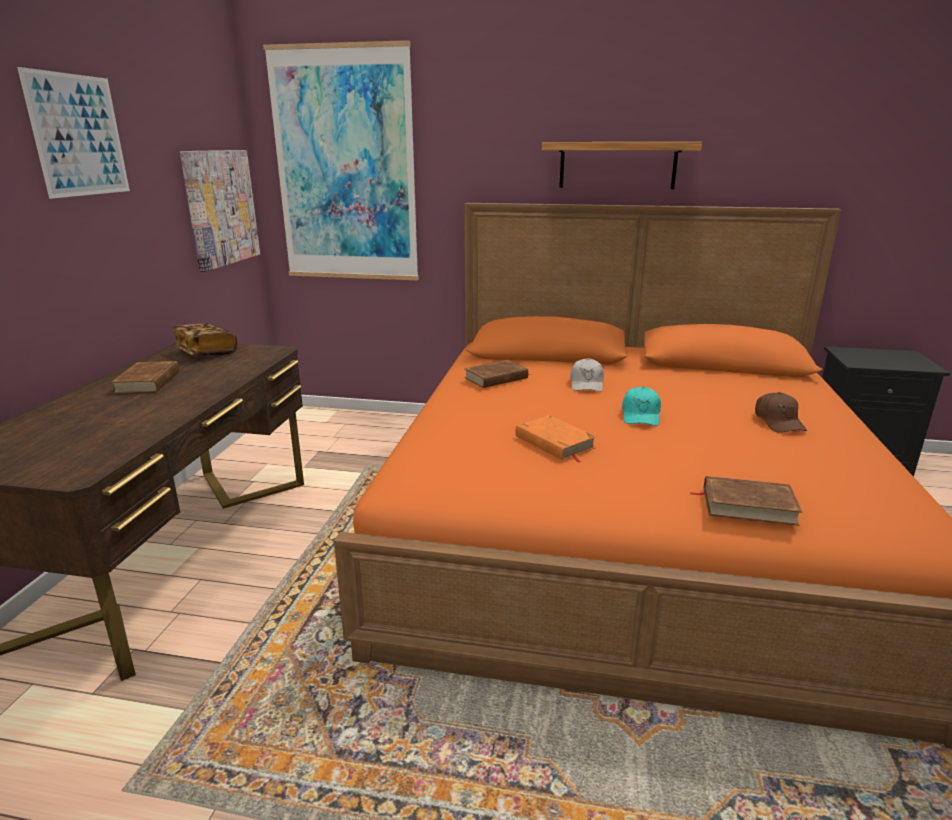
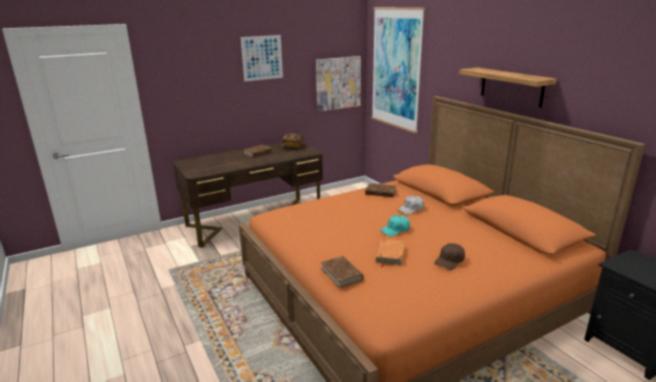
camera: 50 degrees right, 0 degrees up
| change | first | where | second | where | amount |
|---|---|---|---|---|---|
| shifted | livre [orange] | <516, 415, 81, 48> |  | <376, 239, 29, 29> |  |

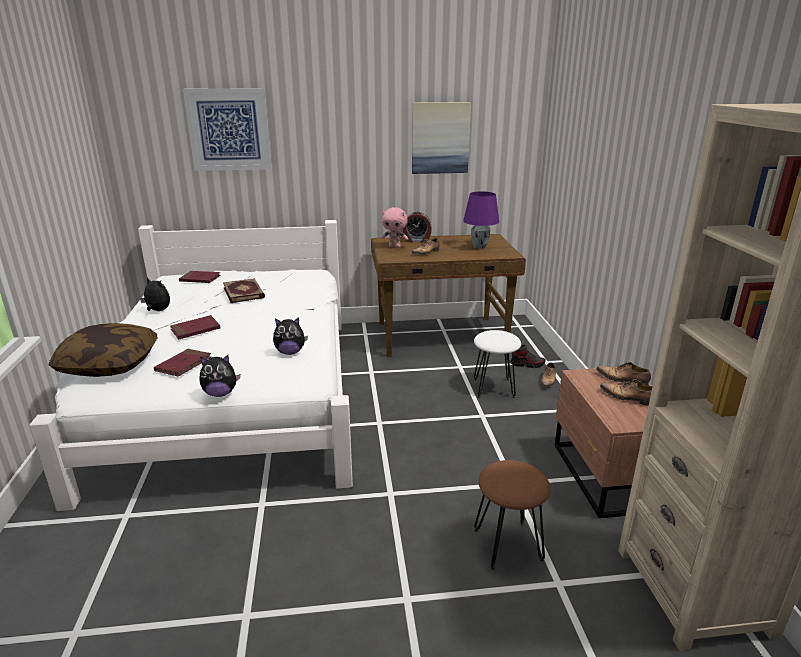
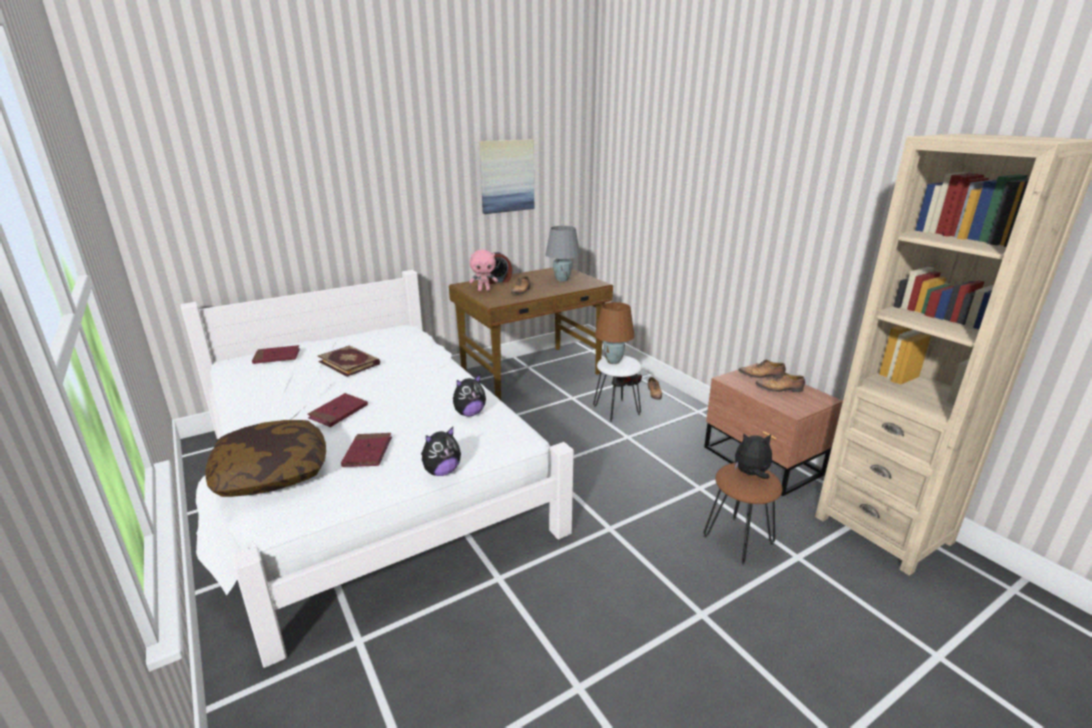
camera: 25 degrees left, 0 degrees up
| change | first | where | second | where | amount |
|---|---|---|---|---|---|
| gone | tableau | <183, 88, 89, 83> |  |  |  |
| new |  |  | lampe de table [marron] | <595, 302, 40, 62> |  |
| shifted | peluche | <140, 277, 30, 34> |  | <735, 433, 37, 46> |  |
| repainted | lampe de table [violet] | <463, 191, 36, 58> | lampe de table [gris] | <545, 226, 35, 55> |  |

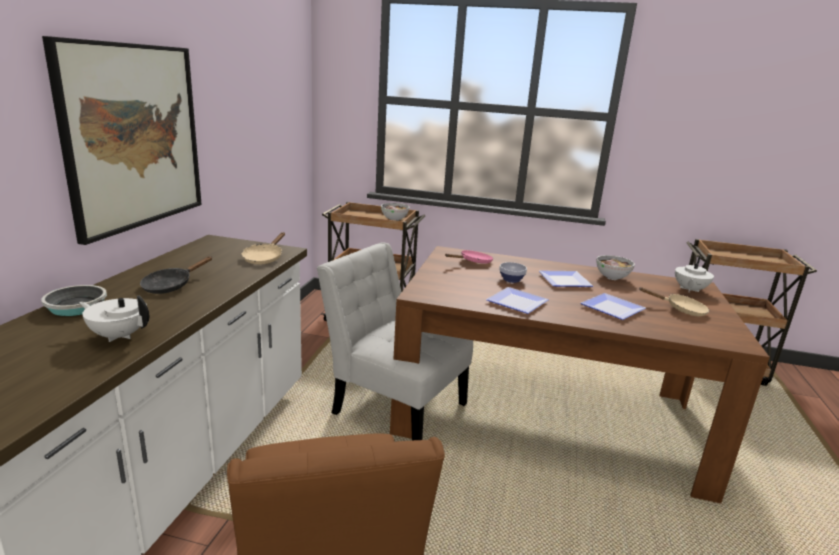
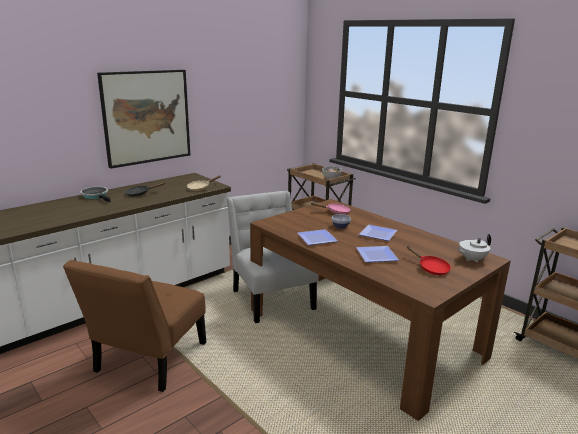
camera: 35 degrees right, 0 degrees up
| change | first | where | second | where | amount |
|---|---|---|---|---|---|
| gone | théière [blanc] | <79, 295, 70, 47> |  |  |  |
| gone | bol | <596, 255, 39, 25> |  |  |  |
| repainted | poêle [beige] | <639, 287, 70, 29> | poêle [rouge] | <407, 246, 44, 29> |  |

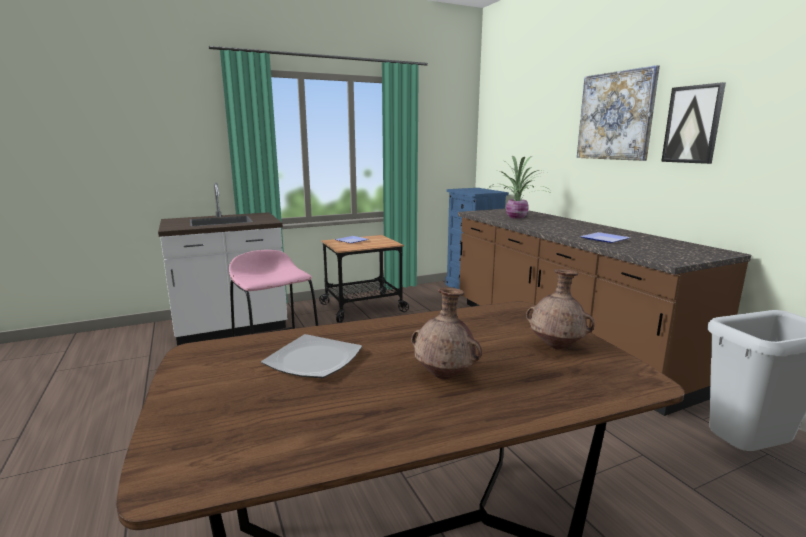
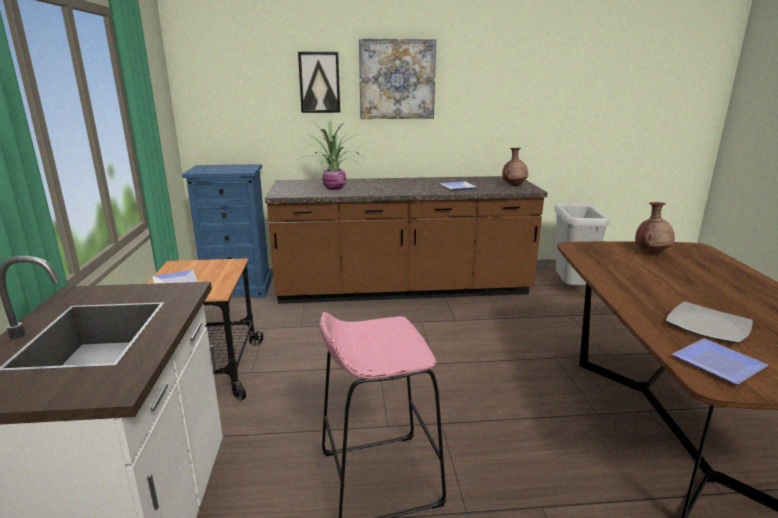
camera: 70 degrees left, 5 degrees up
| change | first | where | second | where | amount |
|---|---|---|---|---|---|
| new |  |  | assiette | <672, 338, 97, 47> |  |
| shifted | vase [marron] | <411, 288, 71, 91> |  | <502, 148, 26, 38> |  |
| shifted | tableau | <661, 82, 65, 82> |  | <298, 52, 42, 61> |  |

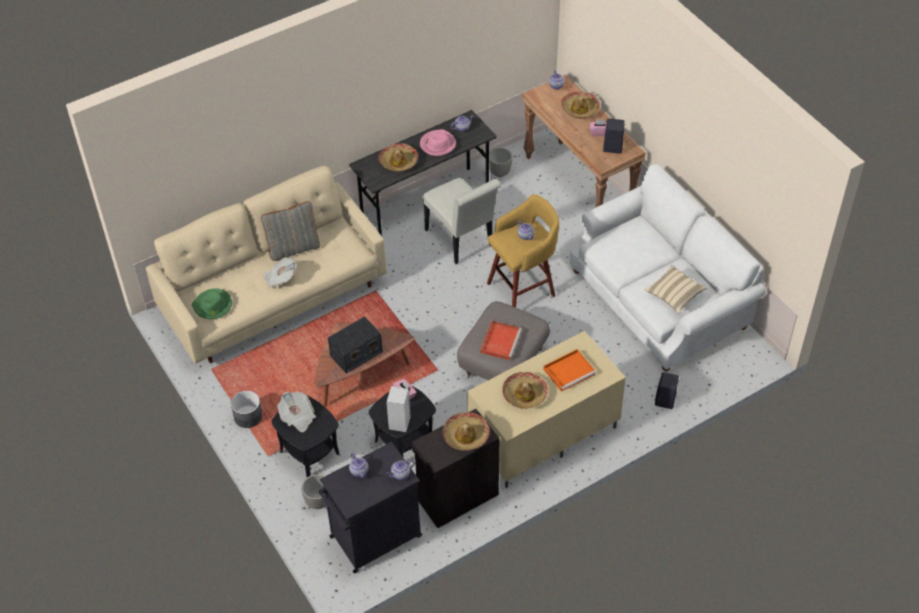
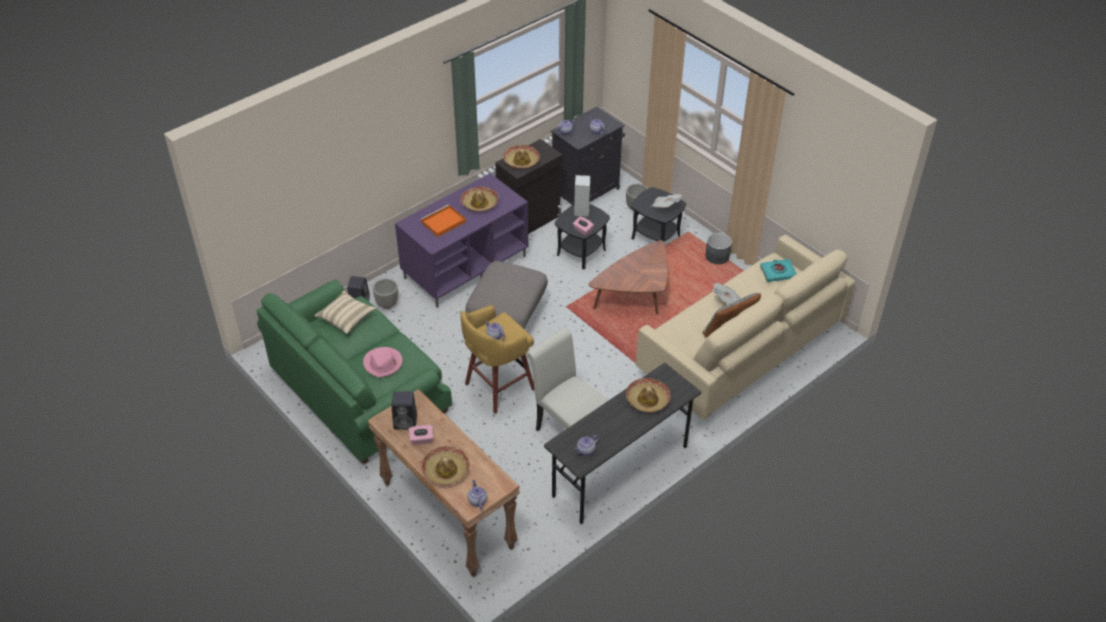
camera: 170 degrees right, 5 degrees down
| change | first | where | second | where | amount |
|---|---|---|---|---|---|
| gone | radio | <328, 316, 55, 57> |  |  |  |
| gone | plateau [rouge] | <480, 321, 42, 39> |  |  |  |
| shifted | chapeau [rose] | <420, 129, 36, 27> |  | <363, 347, 40, 31> |  |
| shifted | cache-pot | <489, 148, 23, 29> |  | <373, 279, 25, 30> |  |
| swapped | chapeau [vert] | <192, 288, 40, 31> | livre [turquoise] | <760, 259, 37, 23> |  |
| repainted | meuble télé [beige] | <467, 331, 159, 157> | meuble télé [violet] | <395, 173, 133, 135> |  |
| repainted | canapé [blanc] | <570, 164, 195, 207> | canapé [vert] | <257, 279, 195, 185> |  |

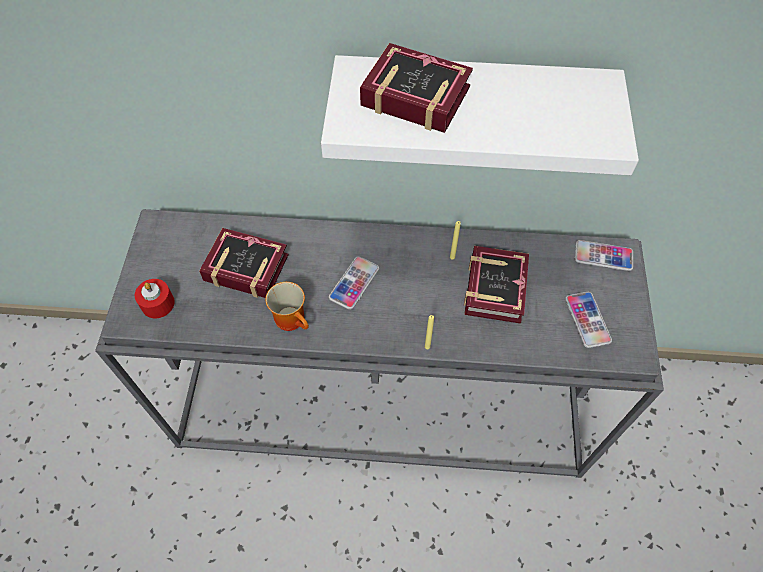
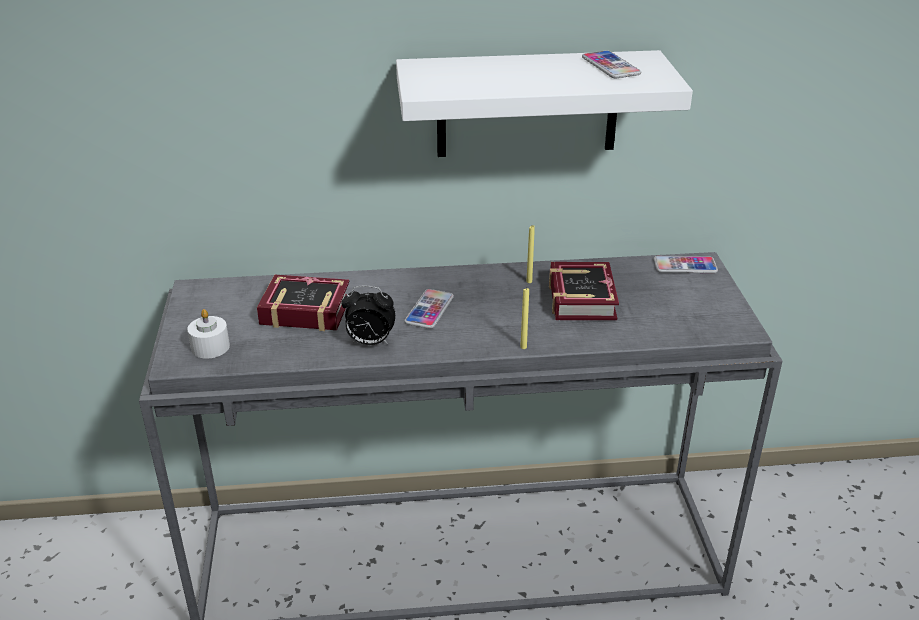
camera: 10 degrees left, 25 degrees down
| change | first | where | second | where | amount |
|---|---|---|---|---|---|
| gone | livre | <360, 43, 113, 90> |  |  |  |
| shifted | téléphone | <565, 292, 47, 56> |  | <582, 50, 59, 28> |  |
| swapped | mug | <266, 282, 43, 49> | réveil | <342, 286, 54, 59> |  |
| repainted | bougie [rouge] | <135, 279, 40, 39> | bougie [blanc] | <187, 309, 43, 50> |  |

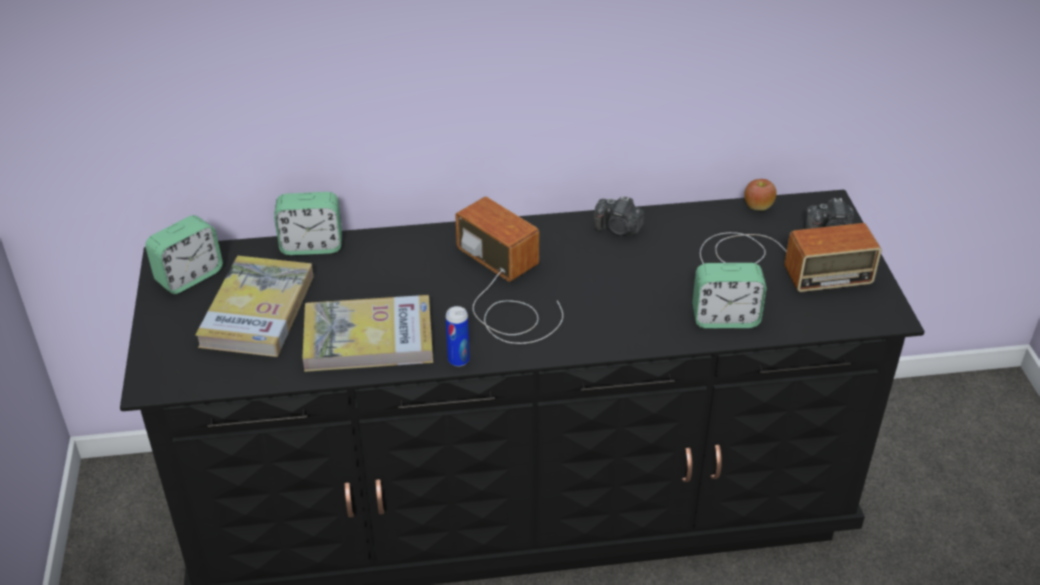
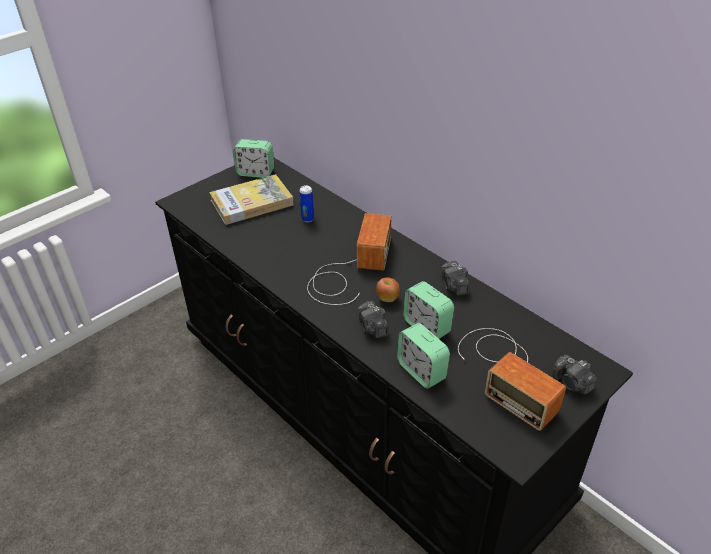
camera: 55 degrees right, 0 degrees up
| change | first | where | second | where | amount |
|---|---|---|---|---|---|
| gone | livre | <302, 295, 131, 77> |  |  |  |
| new |  |  | appareil photo | <357, 301, 32, 37> |  |
| shifted | réveil | <274, 192, 68, 63> |  | <403, 281, 51, 58> |  |
| shifted | boîte métallique | <445, 306, 25, 61> |  | <299, 185, 15, 37> |  |
| shifted | pomme | <744, 179, 33, 32> |  | <376, 277, 24, 25> |  |

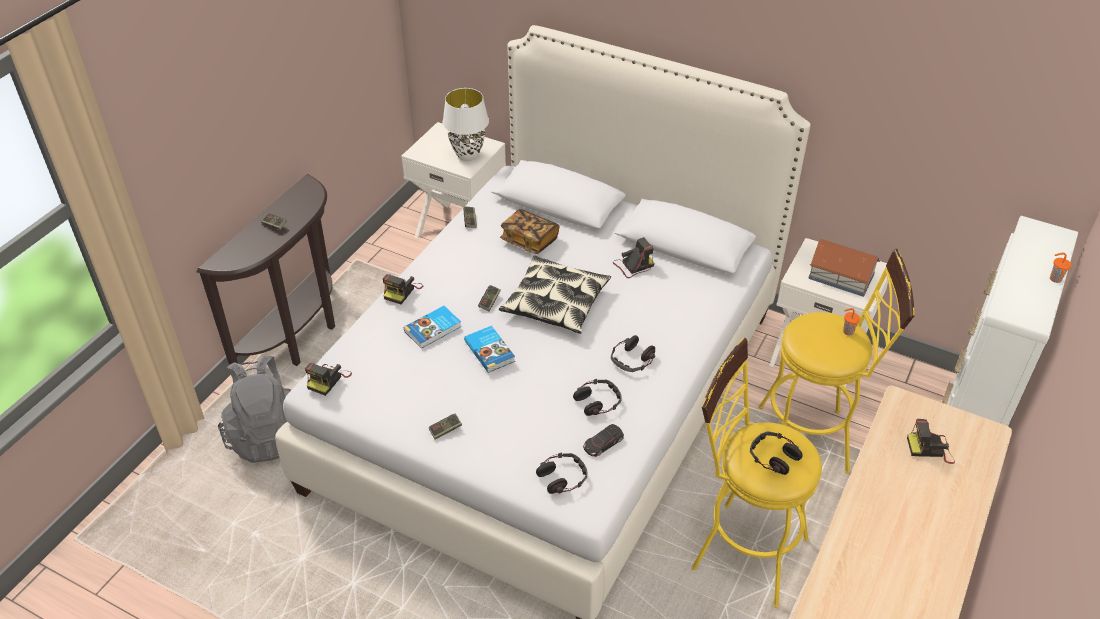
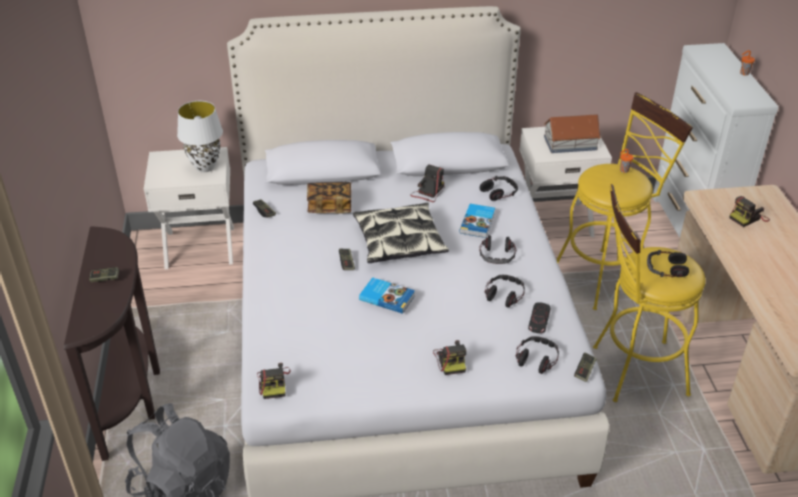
camera: 35 degrees left, 5 degrees down
| change | first | where | second | where | amount |
|---|---|---|---|---|---|
| new |  |  | casque audio | <480, 176, 38, 25> |  |
| shifted | appareil photo | <383, 274, 40, 30> |  | <433, 340, 33, 35> |  |
| shifted | livre | <404, 306, 58, 43> |  | <460, 204, 35, 34> |  |
| shifted | manette | <429, 413, 33, 27> |  | <574, 352, 23, 30> |  |

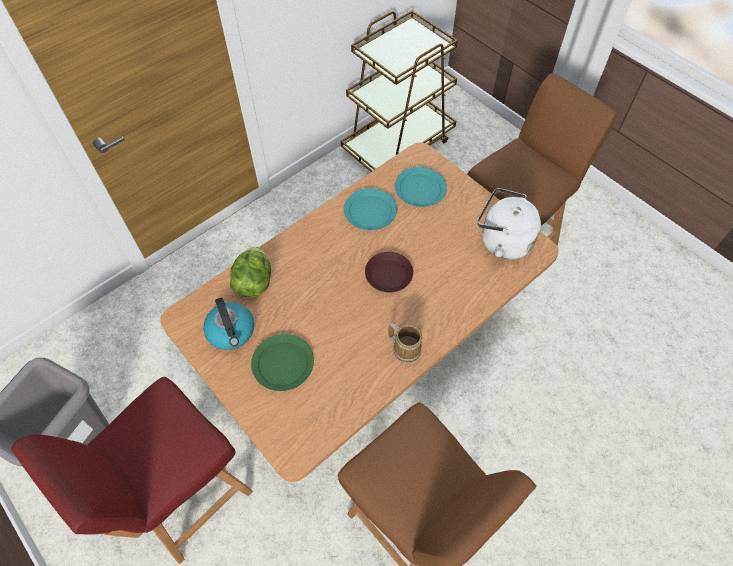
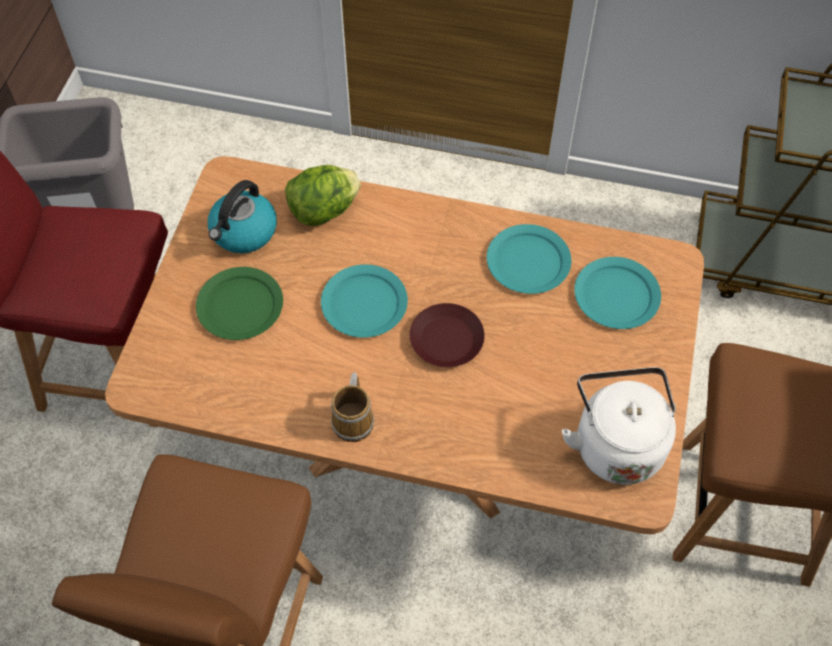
camera: 55 degrees right, 0 degrees up
| change | first | where | second | where | amount |
|---|---|---|---|---|---|
| new |  |  | assiette [turquoise] | <321, 264, 87, 74> |  |

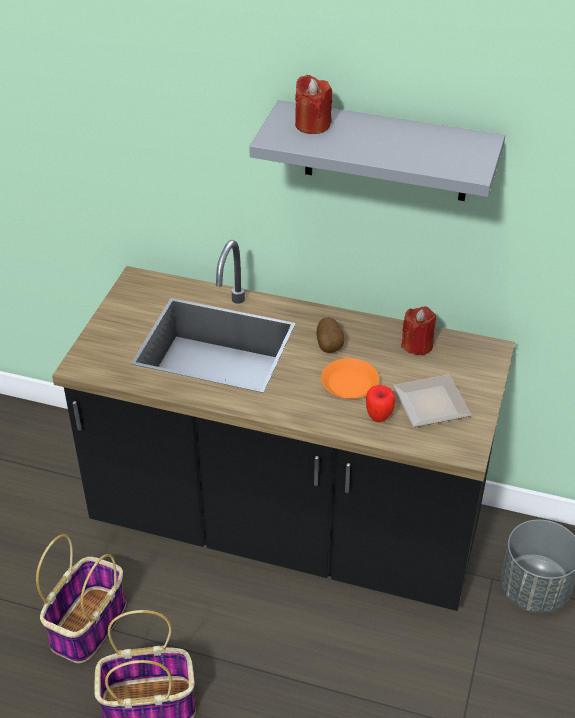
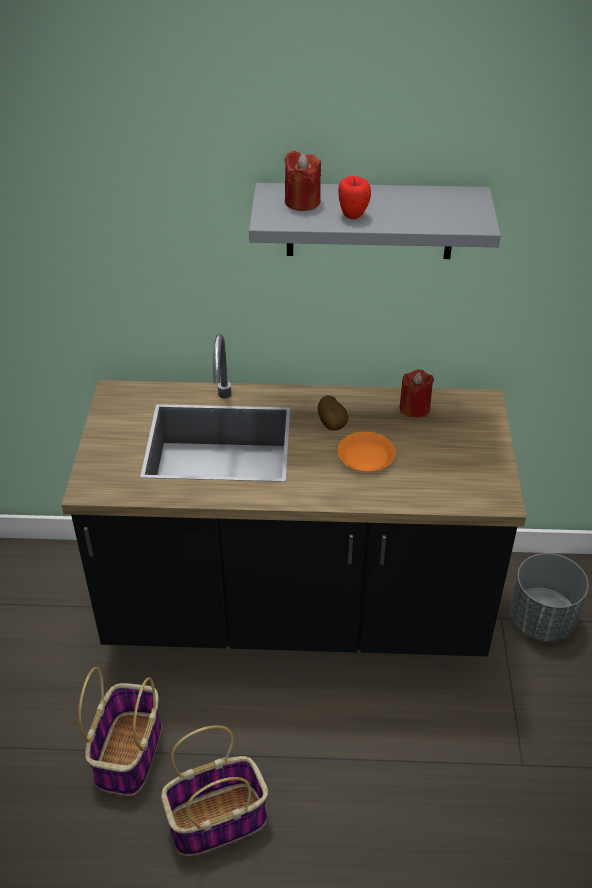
camera: 15 degrees left, 0 degrees up
| change | first | where | second | where | amount |
|---|---|---|---|---|---|
| gone | assiette | <393, 375, 78, 52> |  |  |  |
| shifted | pomme | <366, 385, 29, 37> |  | <338, 176, 33, 43> |  |

